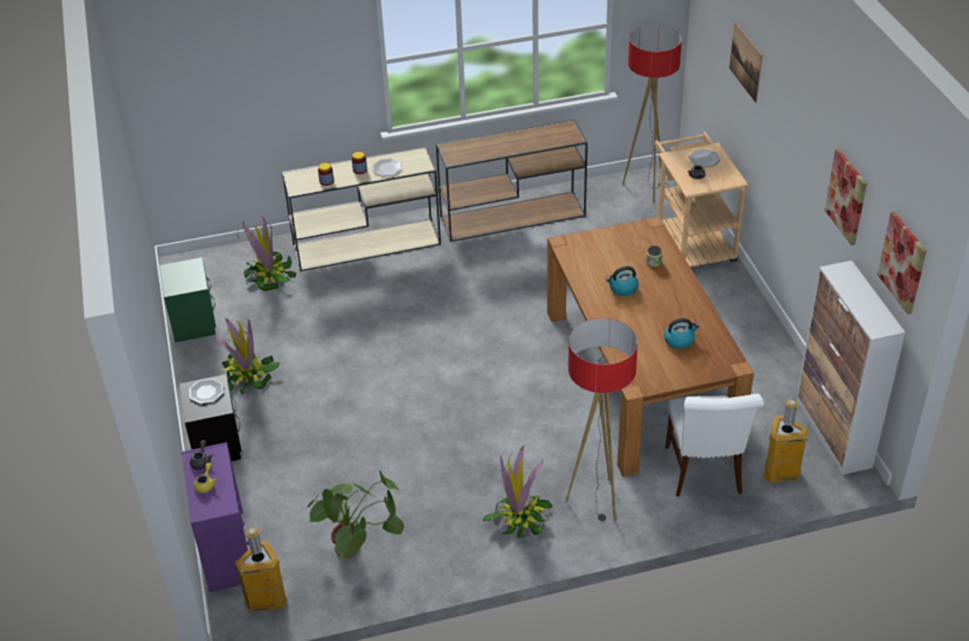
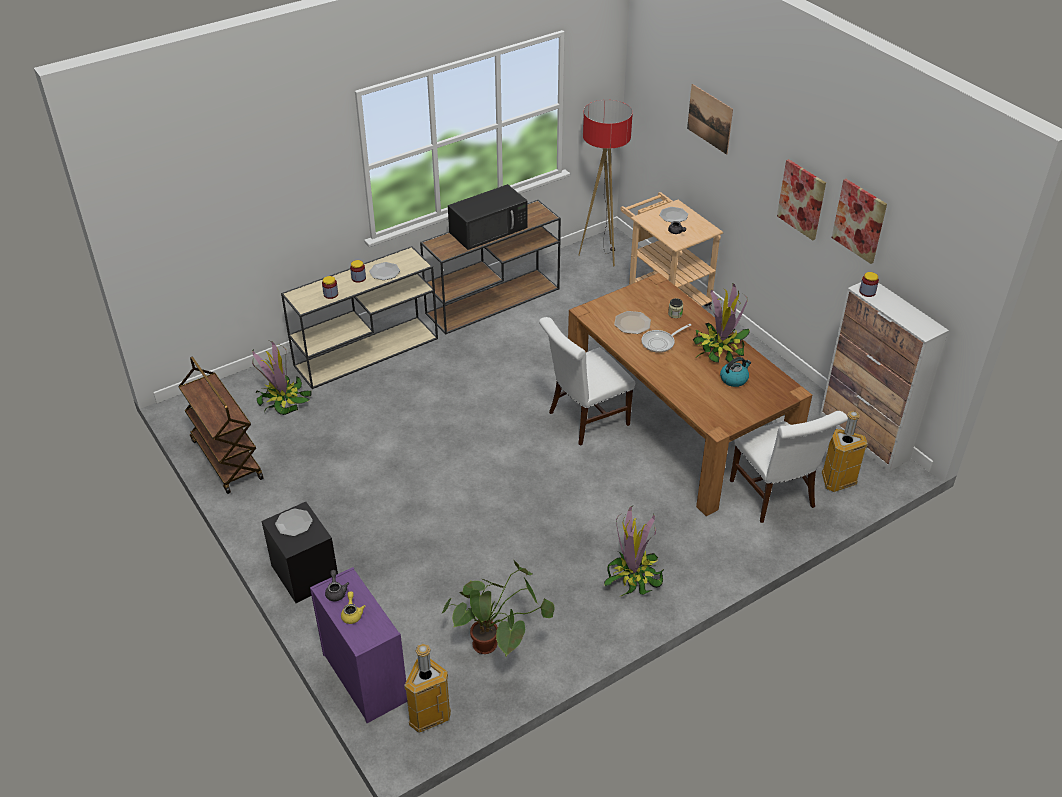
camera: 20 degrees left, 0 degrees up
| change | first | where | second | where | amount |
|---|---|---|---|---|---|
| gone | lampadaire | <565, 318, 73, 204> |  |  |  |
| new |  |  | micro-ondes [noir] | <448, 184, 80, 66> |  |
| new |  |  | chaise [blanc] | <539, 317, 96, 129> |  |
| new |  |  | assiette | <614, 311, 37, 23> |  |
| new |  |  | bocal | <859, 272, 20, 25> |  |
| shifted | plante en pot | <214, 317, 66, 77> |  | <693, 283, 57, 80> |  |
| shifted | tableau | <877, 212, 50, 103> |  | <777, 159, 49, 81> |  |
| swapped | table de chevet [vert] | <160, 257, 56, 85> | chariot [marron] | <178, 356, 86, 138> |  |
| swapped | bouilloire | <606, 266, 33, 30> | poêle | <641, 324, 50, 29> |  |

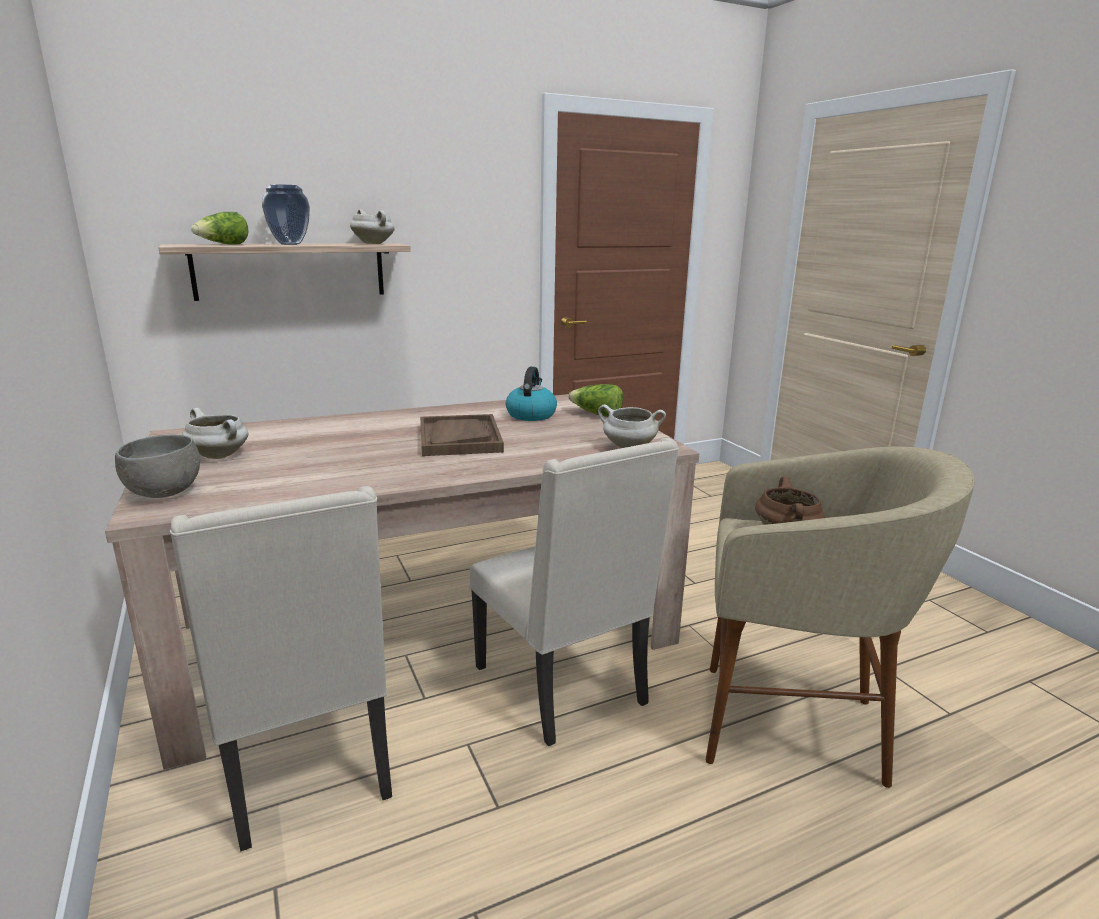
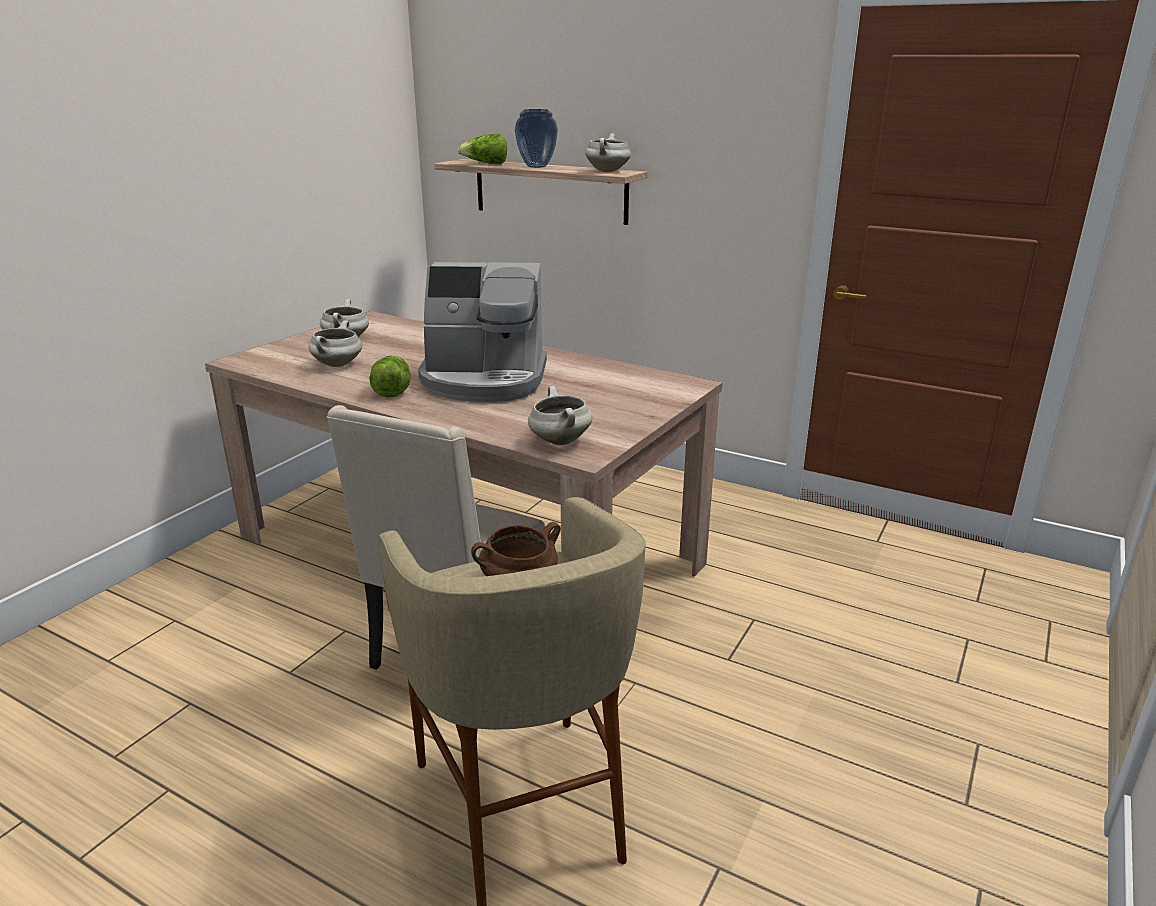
camera: 55 degrees right, 5 degrees up
| change | first | where | second | where | amount |
|---|---|---|---|---|---|
| gone | bol [gris] | <115, 435, 85, 63> |  |  |  |
| gone | chaise [beige] | <170, 486, 222, 366> |  |  |  |
| gone | bouilloire | <505, 367, 52, 54> |  |  |  |
| new |  |  | marmite [blanc] | <309, 320, 53, 47> |  |
| shifted | laitue | <568, 384, 55, 33> |  | <369, 356, 42, 41> |  |
| swapped | plateau [marron] | <420, 414, 84, 42> | machine à café | <418, 262, 129, 140> |  |

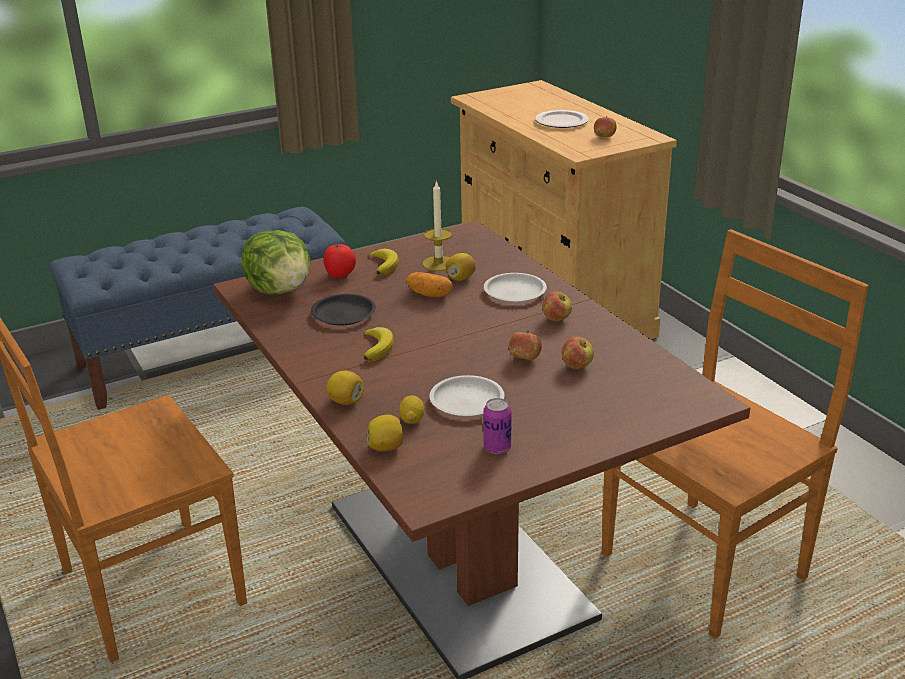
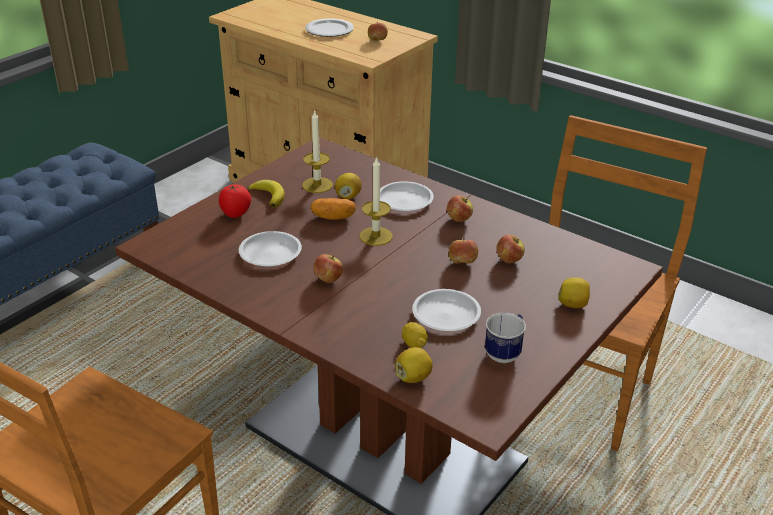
camera: 25 degrees left, 5 degrees up
| change | first | where | second | where | amount |
|---|---|---|---|---|---|
| gone | laitue | <241, 230, 70, 65> |  |  |  |
| new |  |  | bougie | <360, 156, 33, 90> |  |
| shifted | citron | <326, 370, 38, 35> |  | <558, 277, 32, 31> |  |
| swapped | banane | <364, 327, 30, 34> | pomme | <314, 254, 29, 29> |  |
| swapped | boîte métallique | <483, 398, 29, 56> | mug | <485, 312, 41, 51> |  |
| repainted | assiette [noir] | <311, 294, 65, 31> | assiette [blanc] | <239, 231, 63, 35> |  |

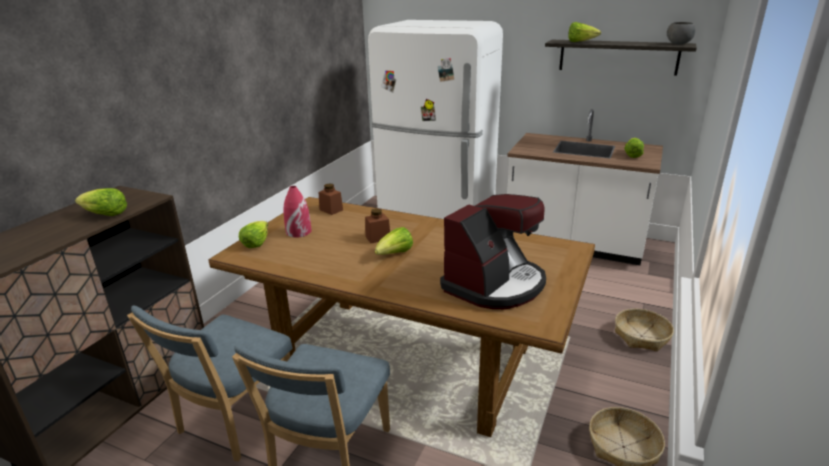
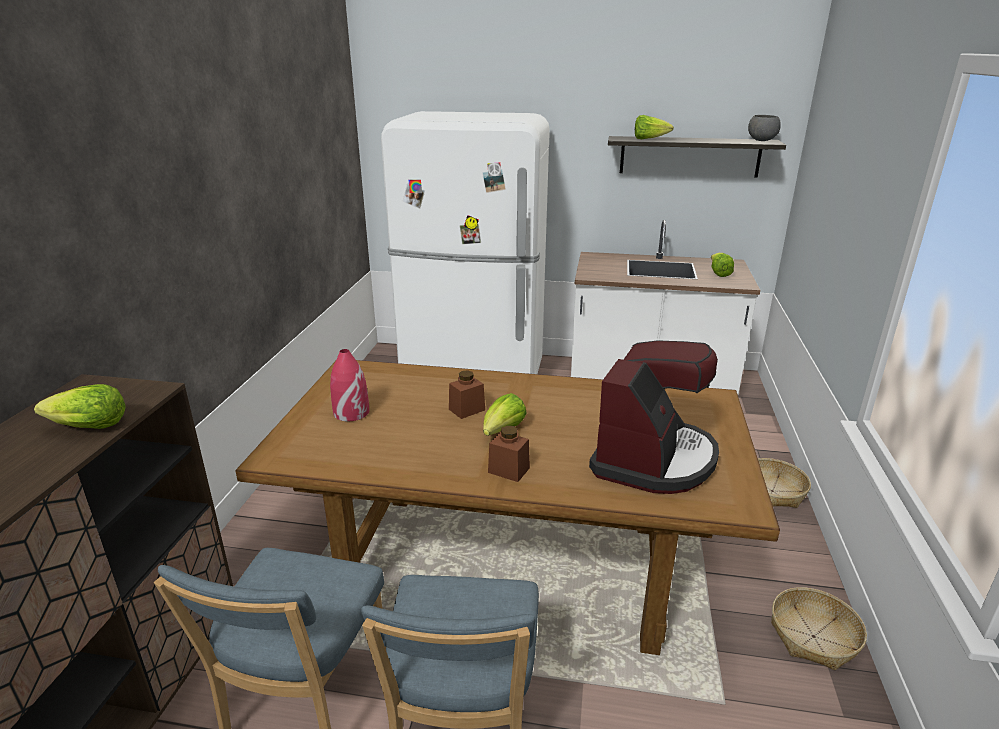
camera: 15 degrees left, 0 degrees up
| change | first | where | second | where | amount |
|---|---|---|---|---|---|
| gone | laitue | <239, 221, 29, 27> |  |  |  |
| shifted | bocal [marron] | <319, 183, 24, 32> |  | <488, 426, 42, 56> |  |

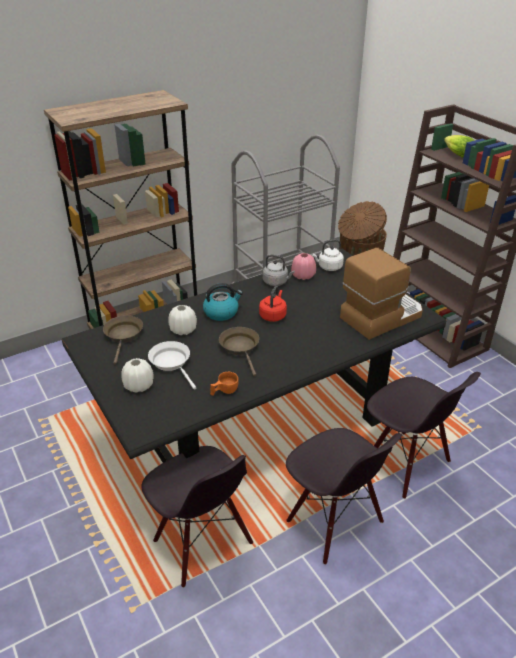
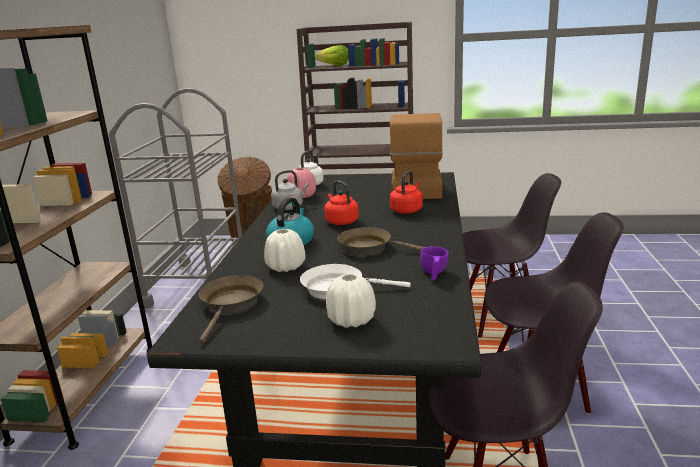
camera: 50 degrees left, 15 degrees down
| change | first | where | second | where | amount |
|---|---|---|---|---|---|
| new |  |  | bouilloire [rouge] | <390, 171, 33, 43> |  |
| repainted | tasse [orange] | <210, 372, 29, 24> | tasse [violet] | <420, 246, 29, 35> |  |
| rotated | poêle [marron] | <103, 315, 40, 50> |  | <199, 275, 64, 68> | 60 degrees clockwise |

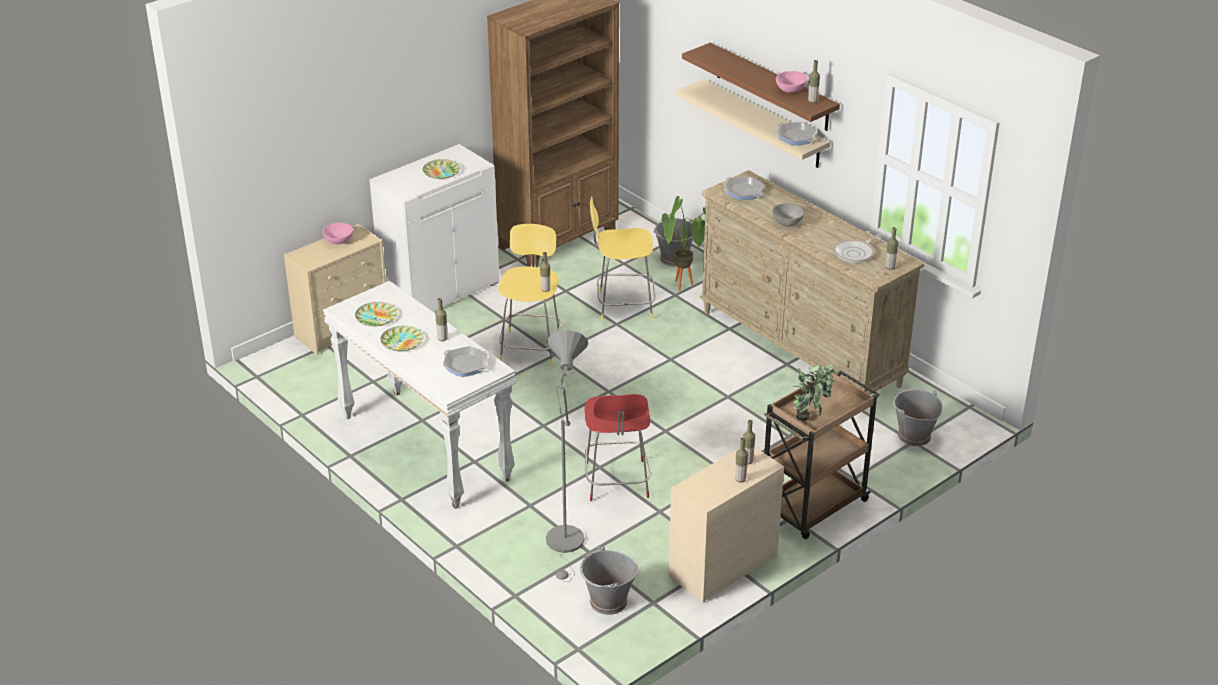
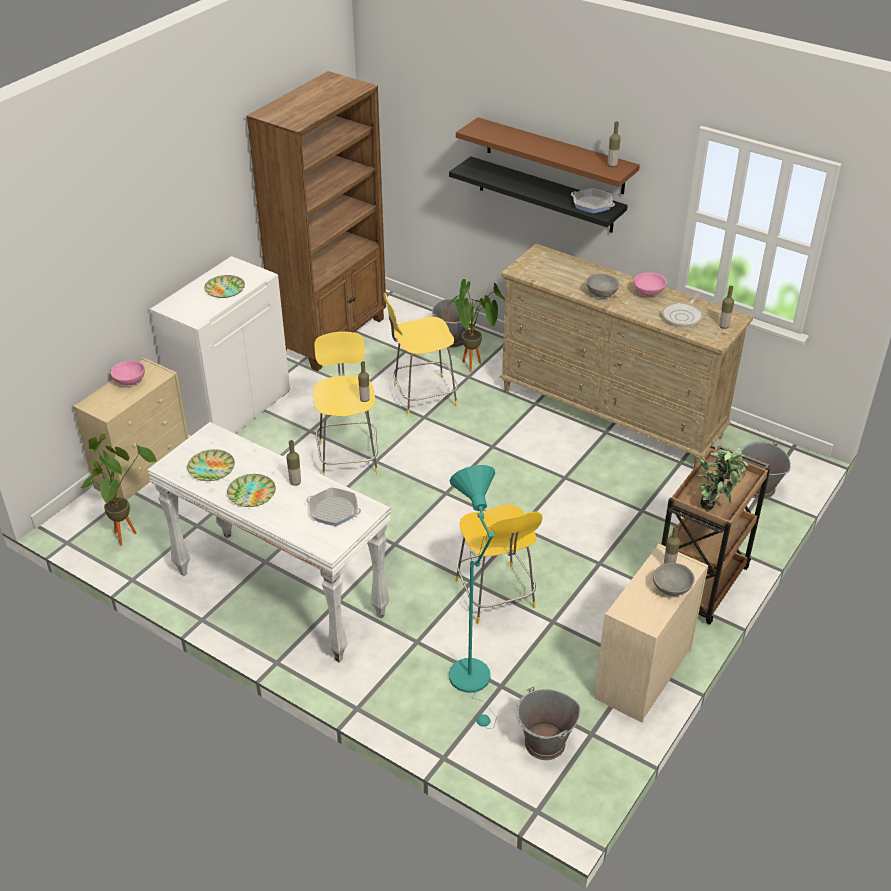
camera: 15 degrees left, 5 degrees up
| change | first | where | second | where | amount |
|---|---|---|---|---|---|
| gone | poêle | <724, 176, 40, 24> |  |  |  |
| new |  |  | plante en pot | <80, 434, 77, 112> |  |
| shifted | bol [rose] | <776, 71, 31, 22> |  | <634, 272, 33, 24> |  |
| swapped | bouteille | <735, 438, 13, 45> | bol [gris] | <653, 563, 42, 33> |  |
| repainted | lampadaire [gris] | <546, 330, 42, 252> | lampadaire [turquoise] | <449, 465, 48, 264> |  |
| repainted | tabouret [rouge] | <584, 394, 67, 107> | tabouret [jaune] | <455, 504, 87, 120> |  |
| repainted | étagère [beige] | <676, 79, 154, 89> | étagère [noir] | <449, 156, 179, 77> |  |

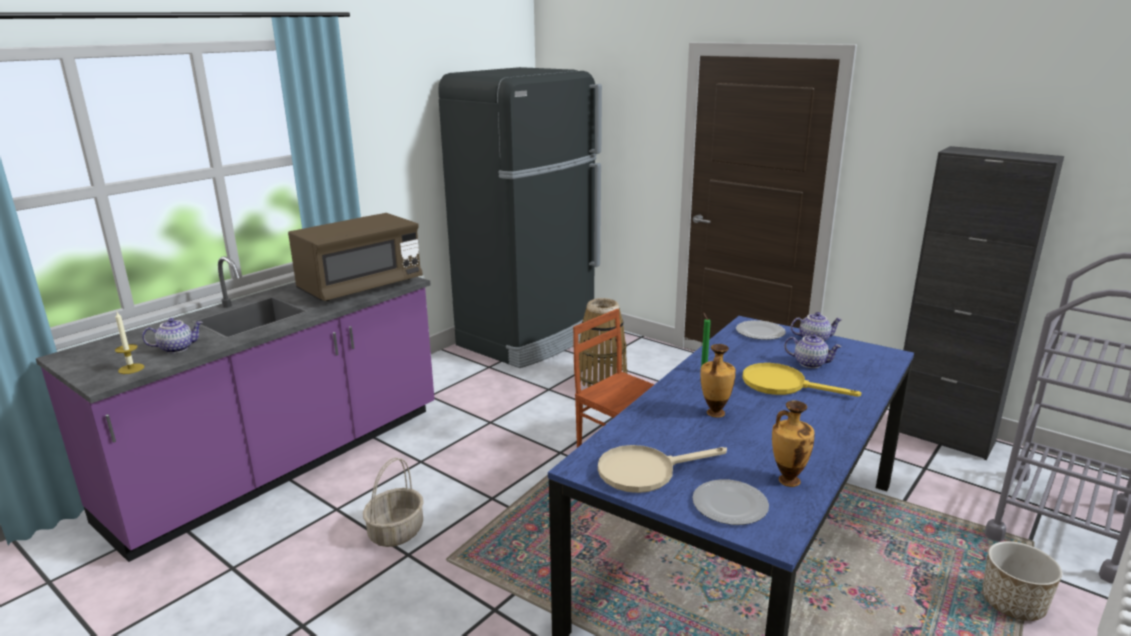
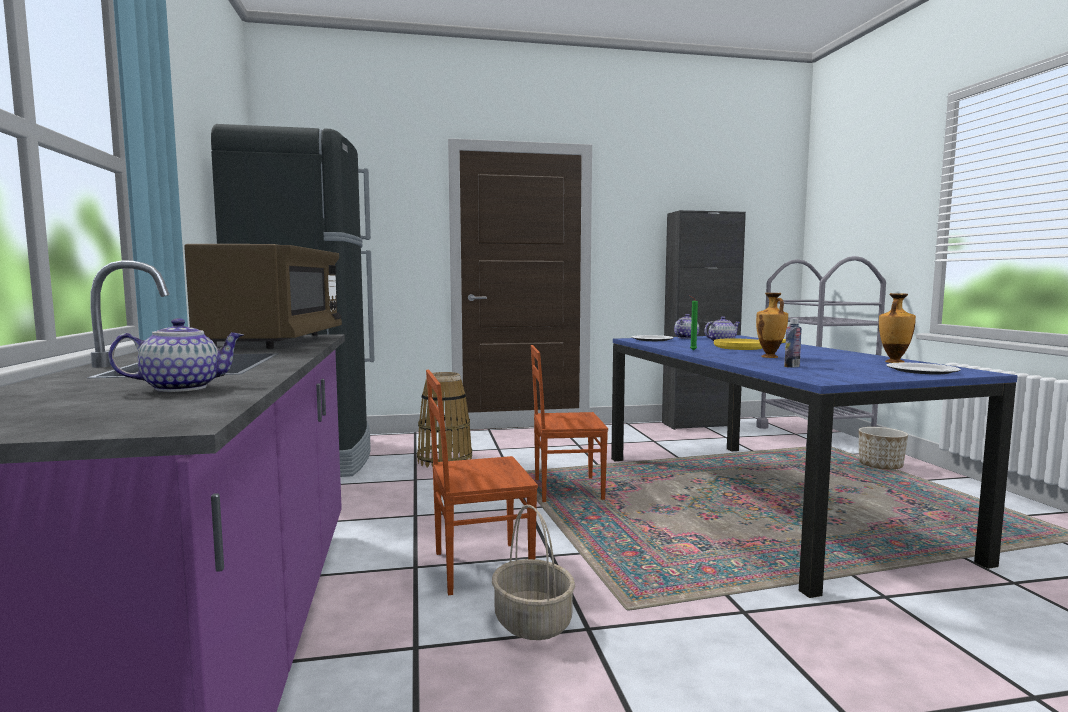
camera: 50 degrees left, 15 degrees down
| change | first | where | second | where | amount |
|---|---|---|---|---|---|
| gone | bougie | <115, 312, 29, 62> |  |  |  |
| gone | poêle [beige] | <598, 445, 129, 48> |  |  |  |
| new |  |  | chaise [marron] | <426, 369, 112, 226> |  |
| new |  |  | bouteille | <784, 318, 18, 50> |  |
| rotated | théière | <142, 318, 61, 35> |  | <108, 318, 136, 74> | 45 degrees clockwise |

